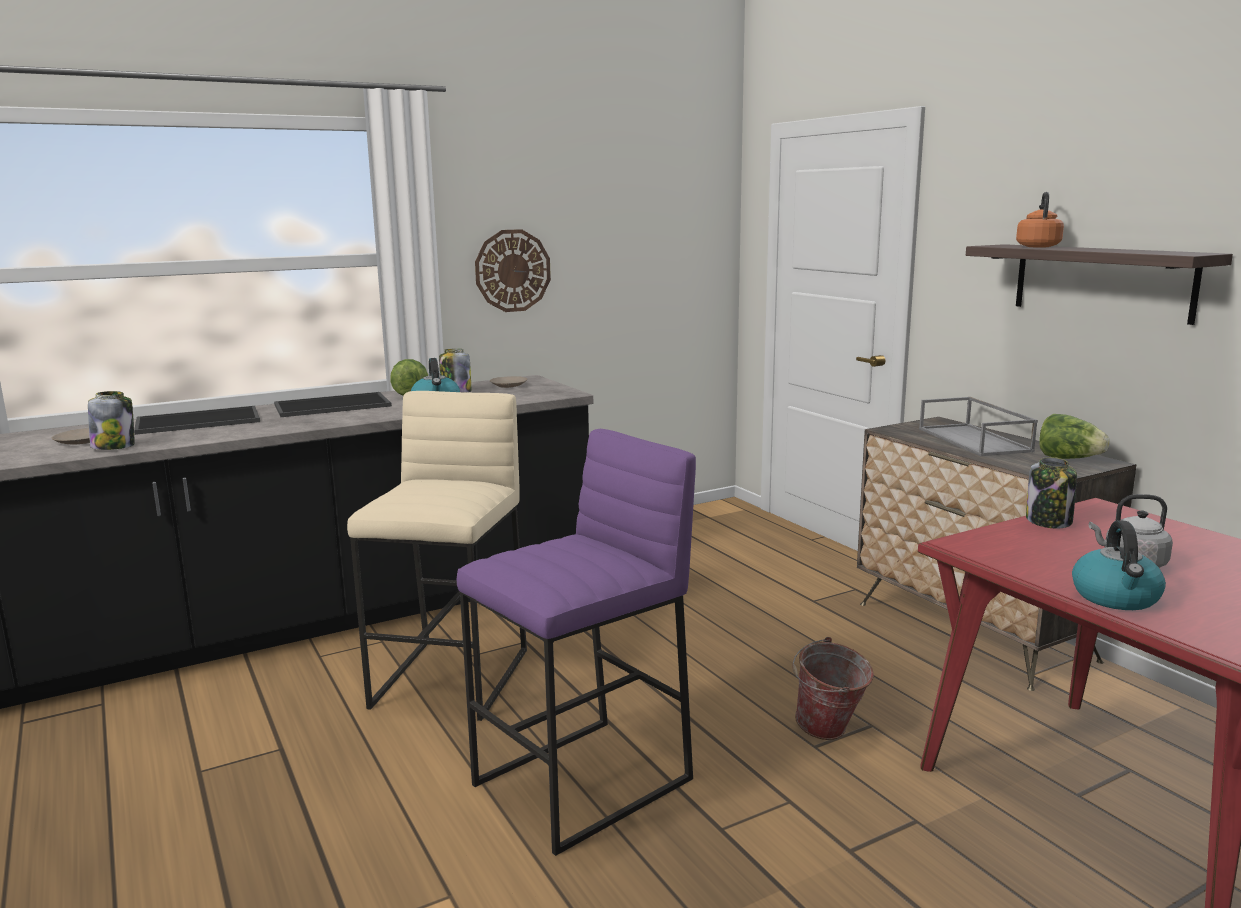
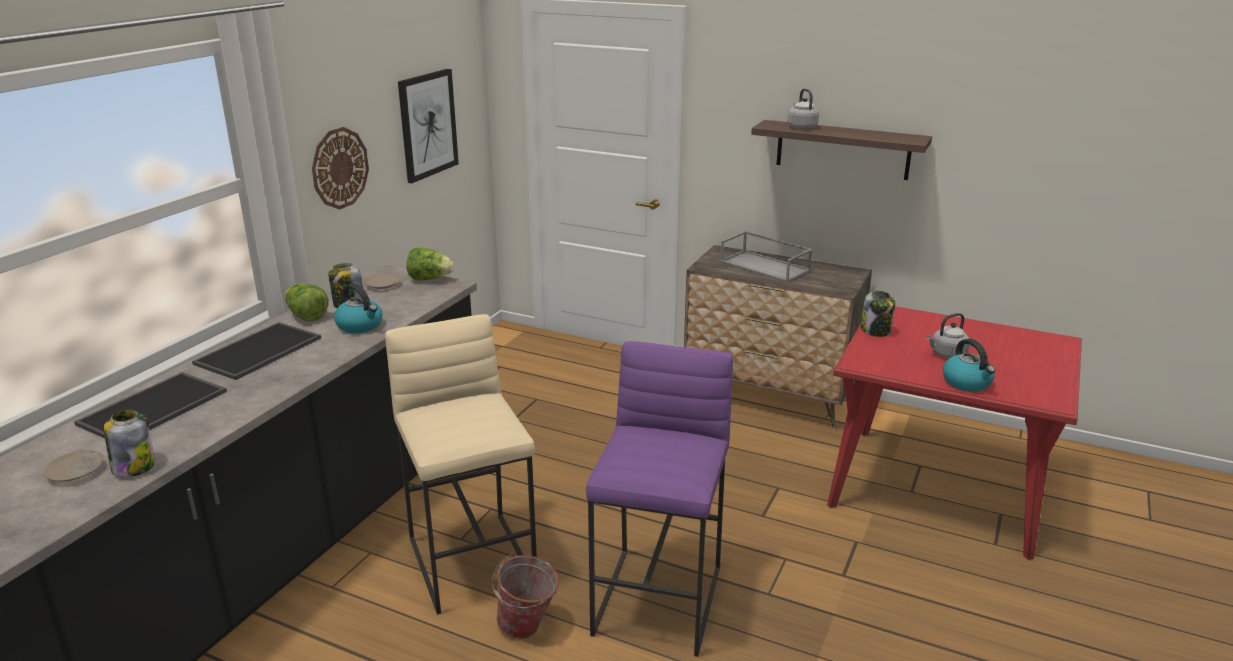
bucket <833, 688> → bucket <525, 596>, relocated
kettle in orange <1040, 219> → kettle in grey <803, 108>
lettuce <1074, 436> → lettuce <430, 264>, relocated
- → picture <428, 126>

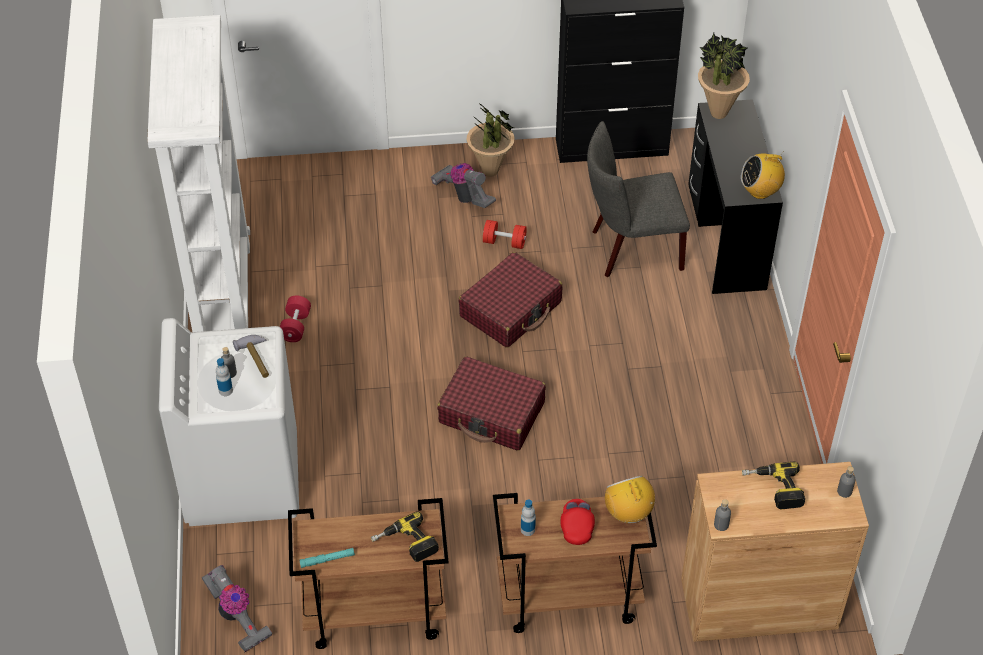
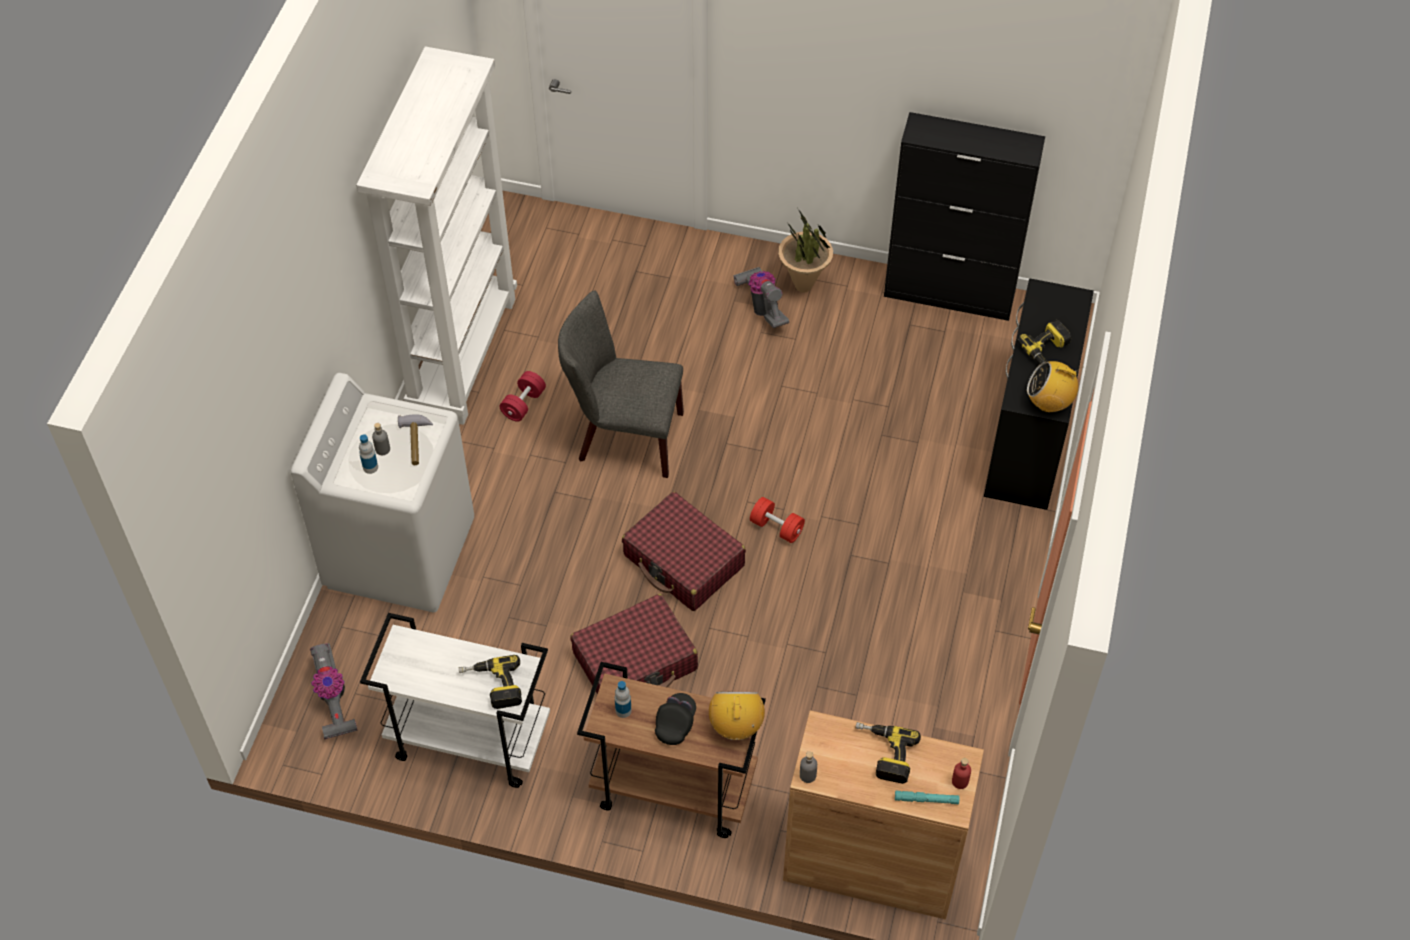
cart in brown <368, 573> → cart in white <455, 700>
flashlight in turquoise <327, 558> → flashlight in turquoise <927, 797>, relocated
suitcase in red <510, 299> → suitcase in red <634, 644>, relocated
dumbbell in red <505, 234> → dumbbell in red <777, 520>, relocated
cap in red <577, 522> → cap in black <675, 719>
chair in grey <638, 199> → chair in grey <621, 384>, relocated
potted plant <724, 76> → -
bottle in grey <846, 482> → bottle in red <961, 773>
- → power drill <1044, 342>

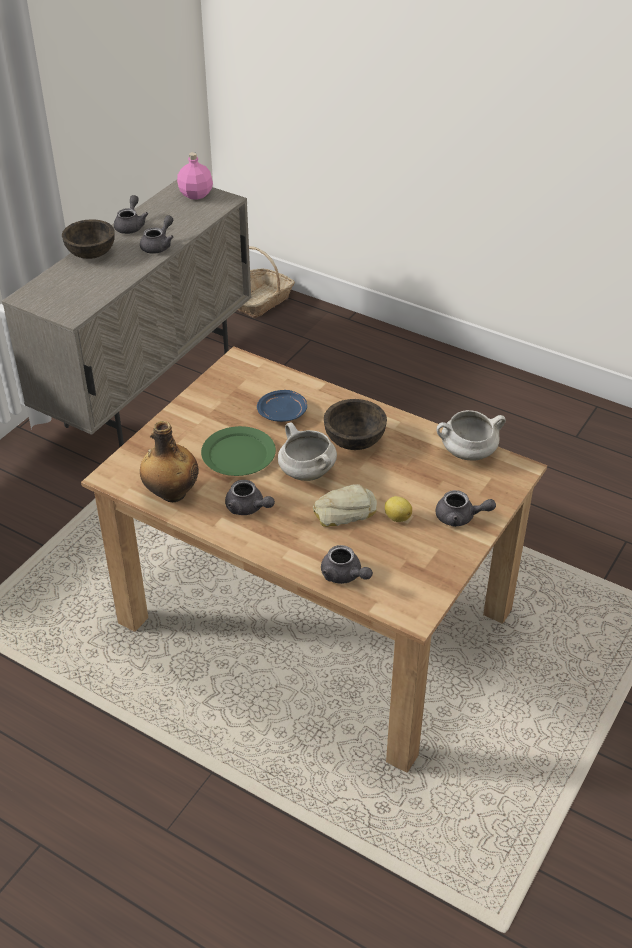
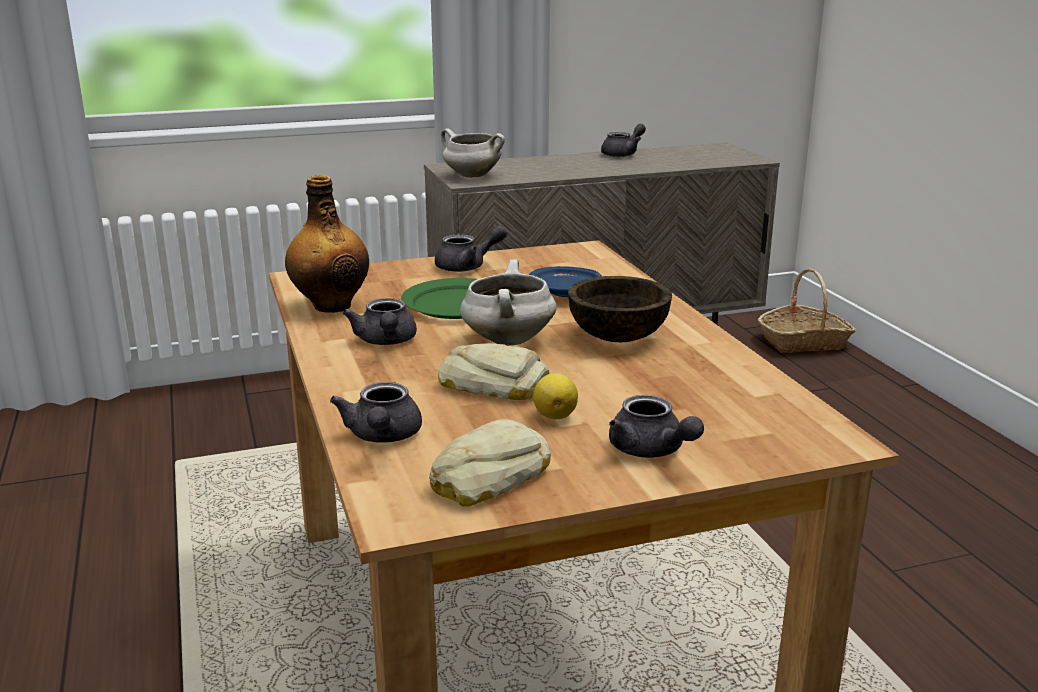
bowl in brown <88, 239> → -
teapot in grey <157, 234> → teapot in grey <471, 248>, relocated
bottle in pink <195, 176> → -
cooking pot in white <471, 435> → cooking pot in white <473, 153>, relocated
- → bread <490, 463>

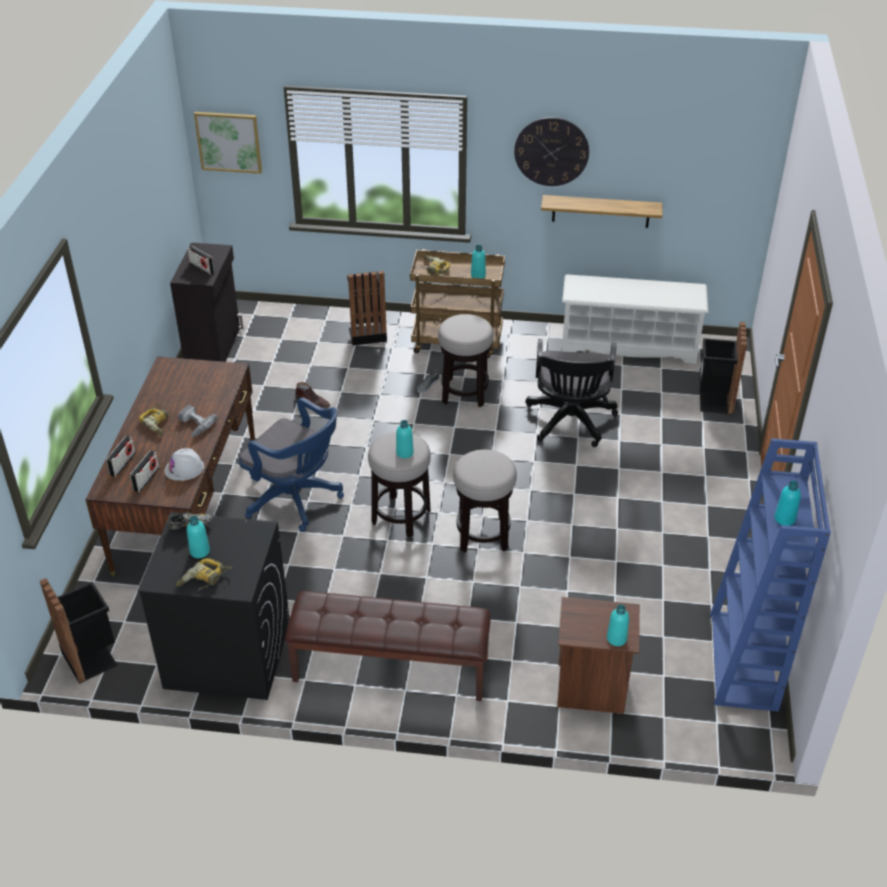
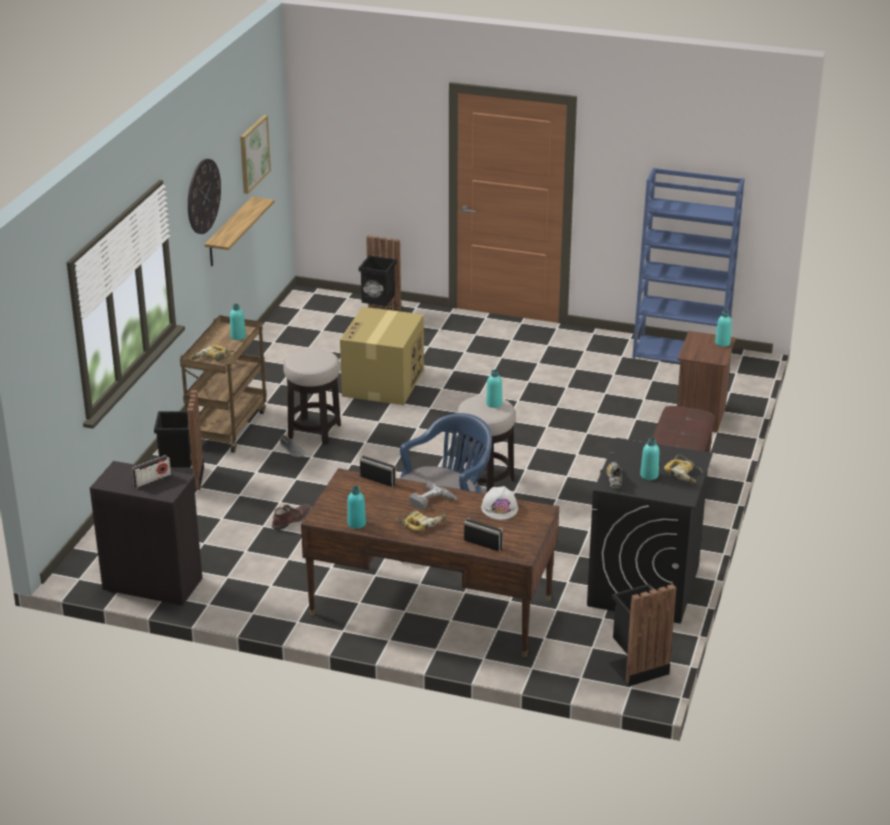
radio <145, 471> → radio <378, 471>, relocated
picture <228, 143> → picture <255, 154>, relocated
stool <485, 500> → -
office chair in black <571, 393> → cardboard box <382, 356>
shoe rack in white <635, 319> → -
bottle in turquoise <788, 503> → bottle in turquoise <356, 507>, relocated

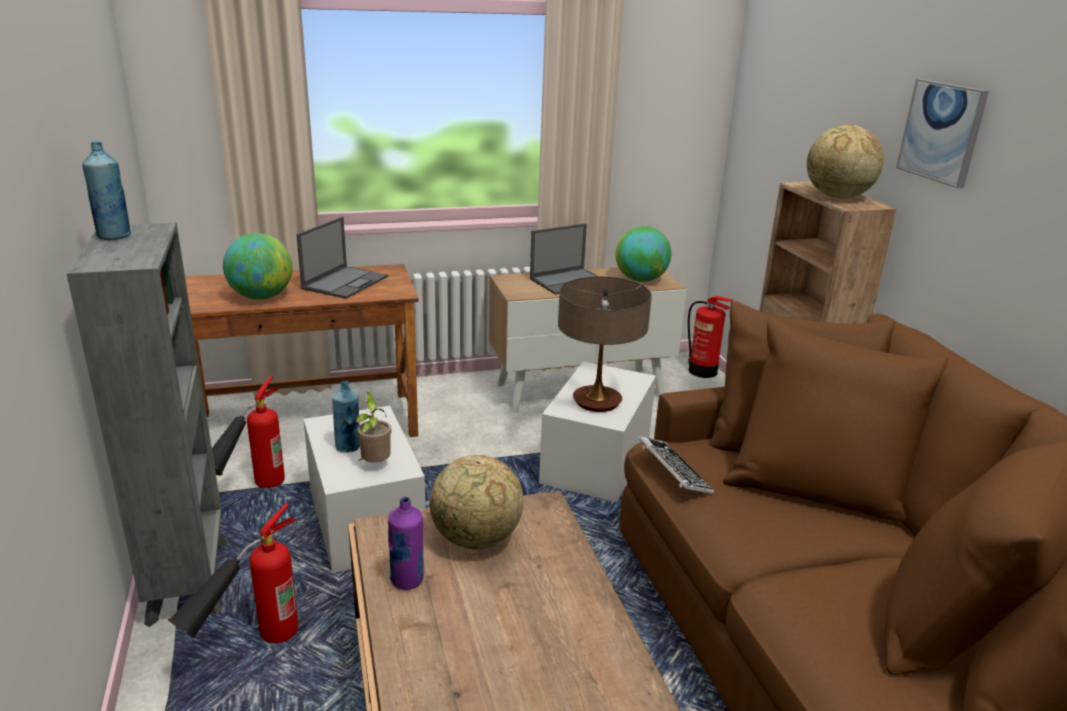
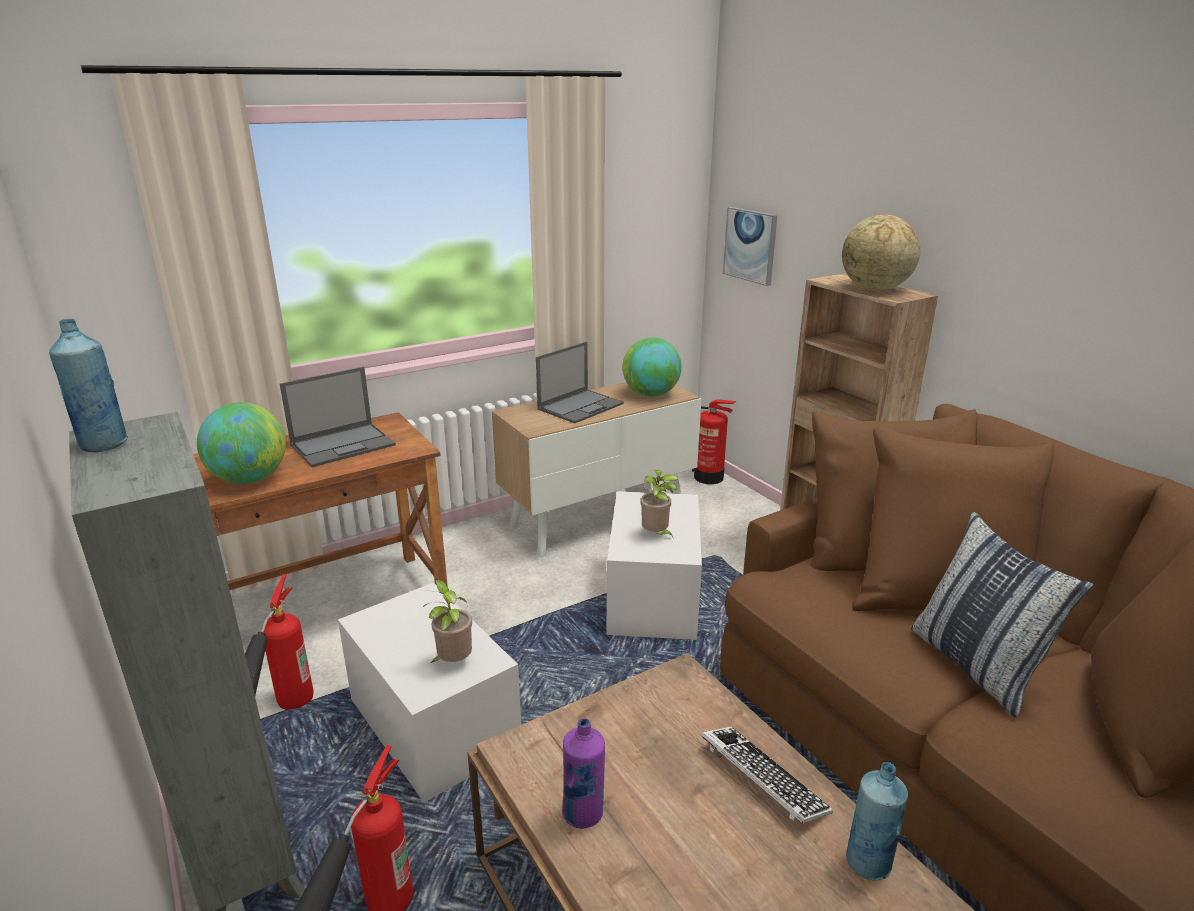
laptop <342, 258> → laptop <338, 417>, 45 degrees clockwise
bottle in blue <346, 417> → bottle in blue <877, 821>, relocated
globe <476, 502> → -
table lamp <605, 344> → potted plant <659, 503>
keyboard <676, 465> → keyboard <767, 775>, relocated
picture <942, 133> → picture <750, 246>, relocated
- → pillow <1002, 614>

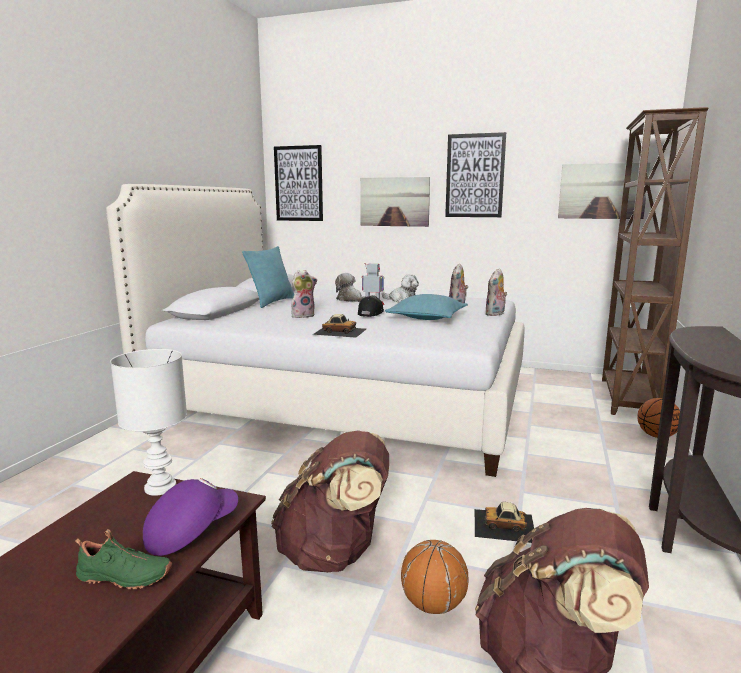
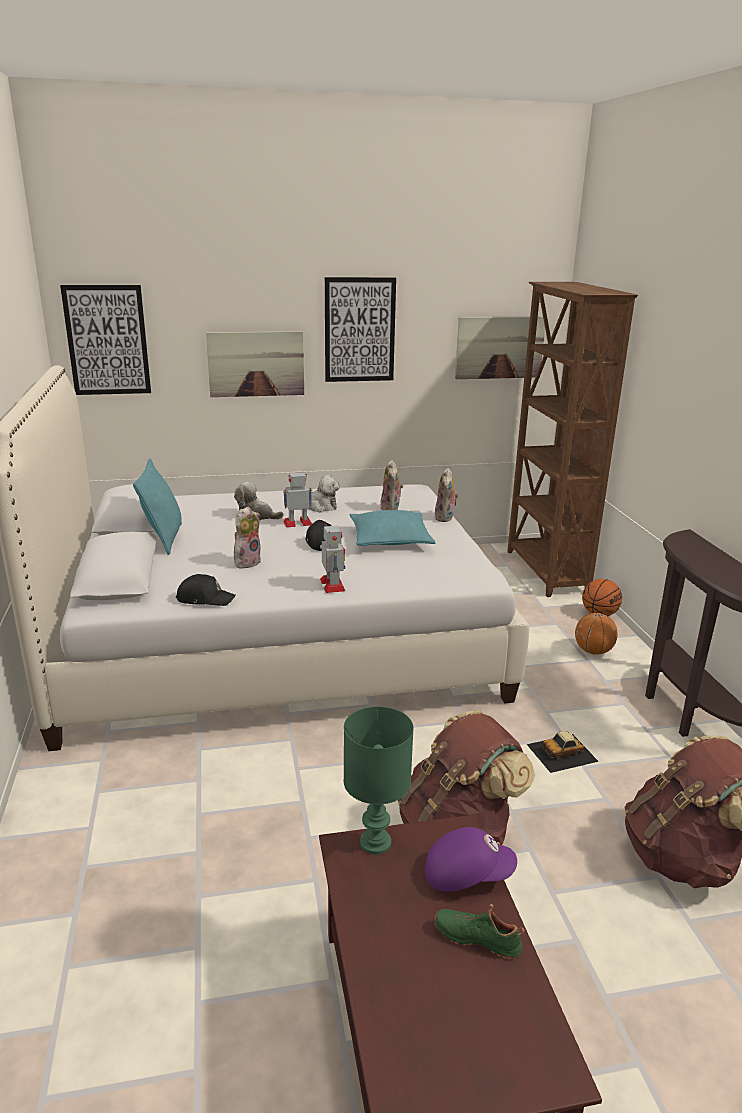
shoe in green <124, 559> → shoe in green <479, 931>, 135 degrees counterclockwise
table lamp in white <148, 422> → table lamp in green <379, 780>
cap in purple <190, 517> → cap in purple <471, 859>, 75 degrees clockwise
toy car <339, 325> → toy robot <332, 558>
basketball <434, 577> → basketball <596, 634>, relocated
- → cap in black <206, 590>

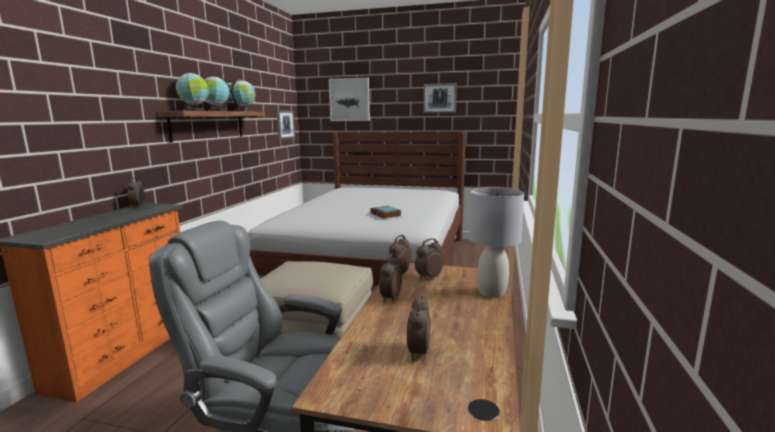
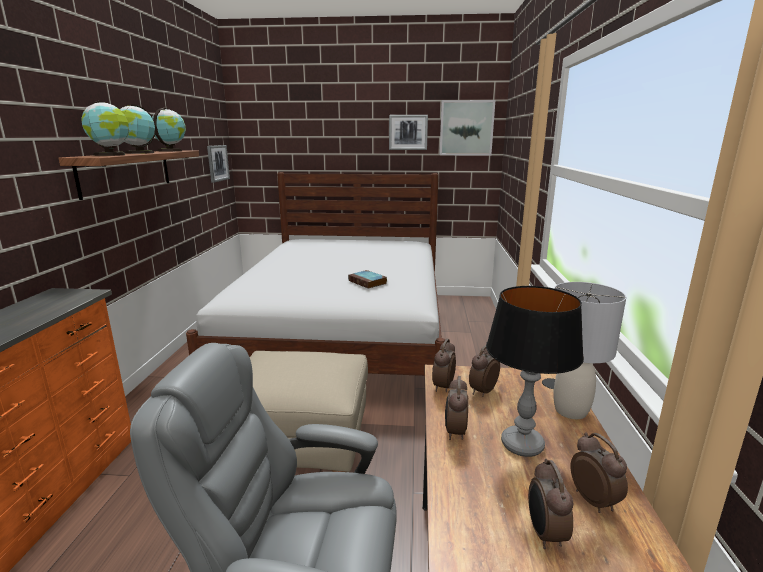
alarm clock <136, 193> → alarm clock <599, 472>, relocated
picture <349, 99> → picture <467, 128>, relocated
- → table lamp <535, 371>

